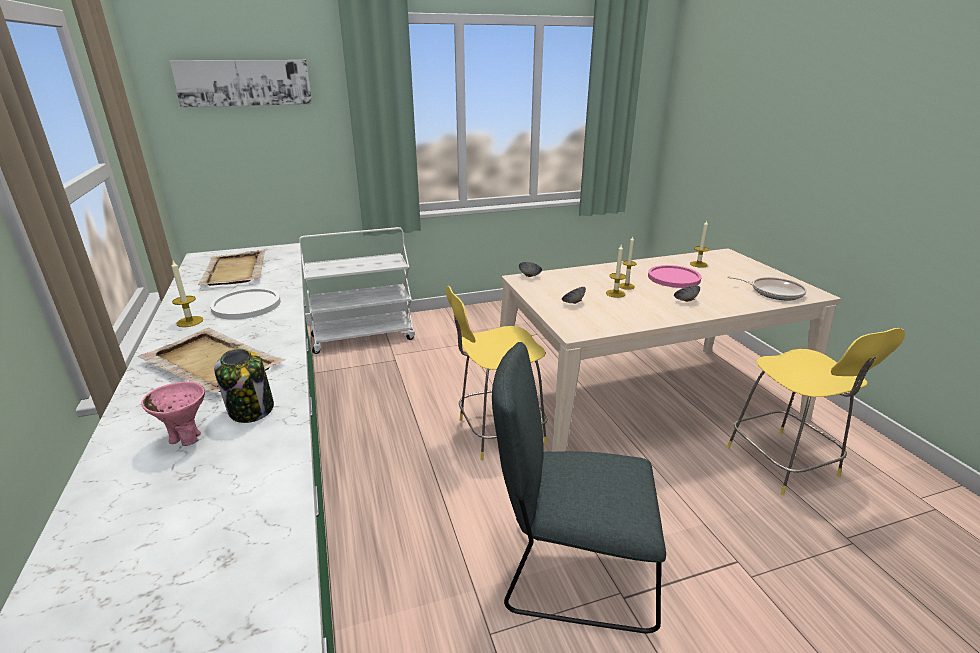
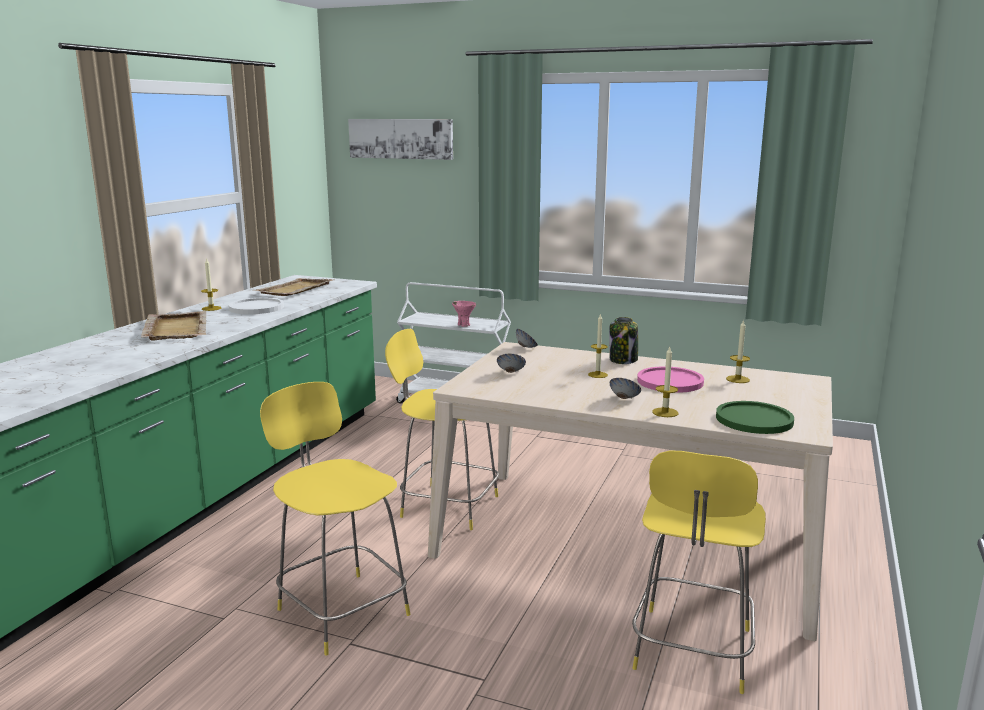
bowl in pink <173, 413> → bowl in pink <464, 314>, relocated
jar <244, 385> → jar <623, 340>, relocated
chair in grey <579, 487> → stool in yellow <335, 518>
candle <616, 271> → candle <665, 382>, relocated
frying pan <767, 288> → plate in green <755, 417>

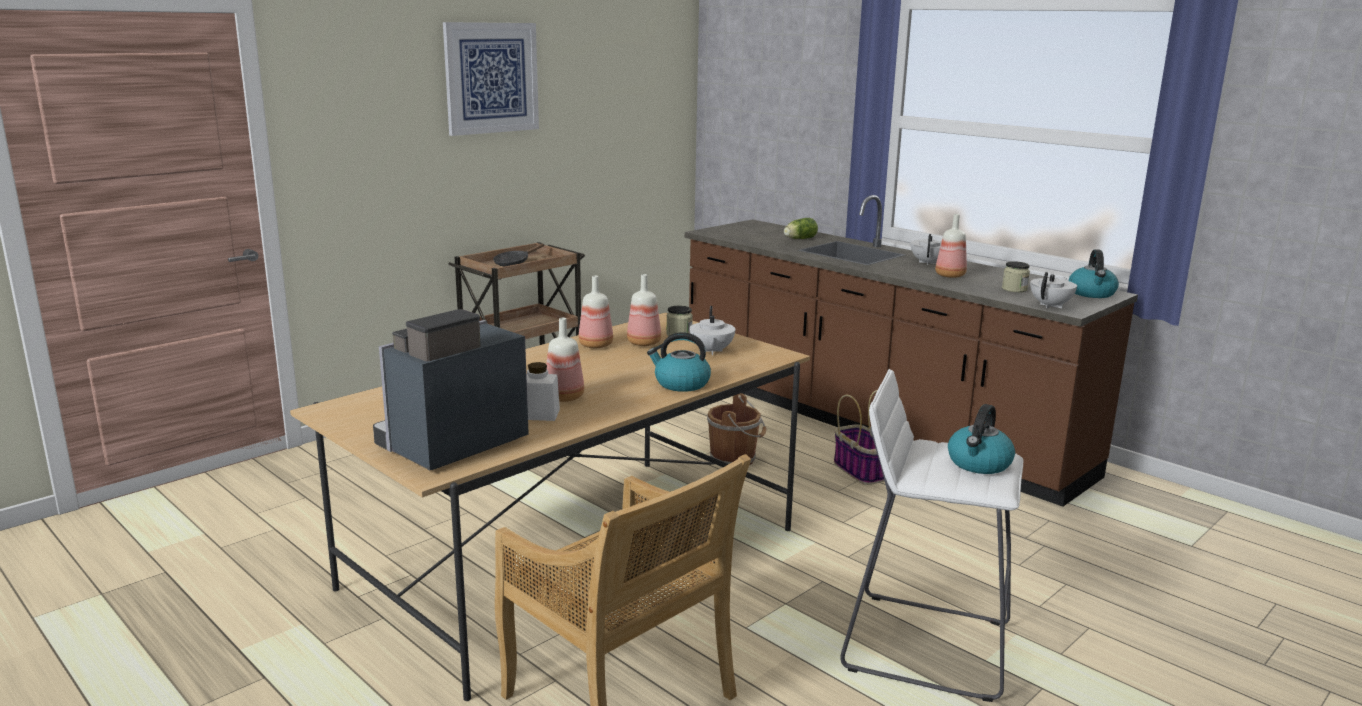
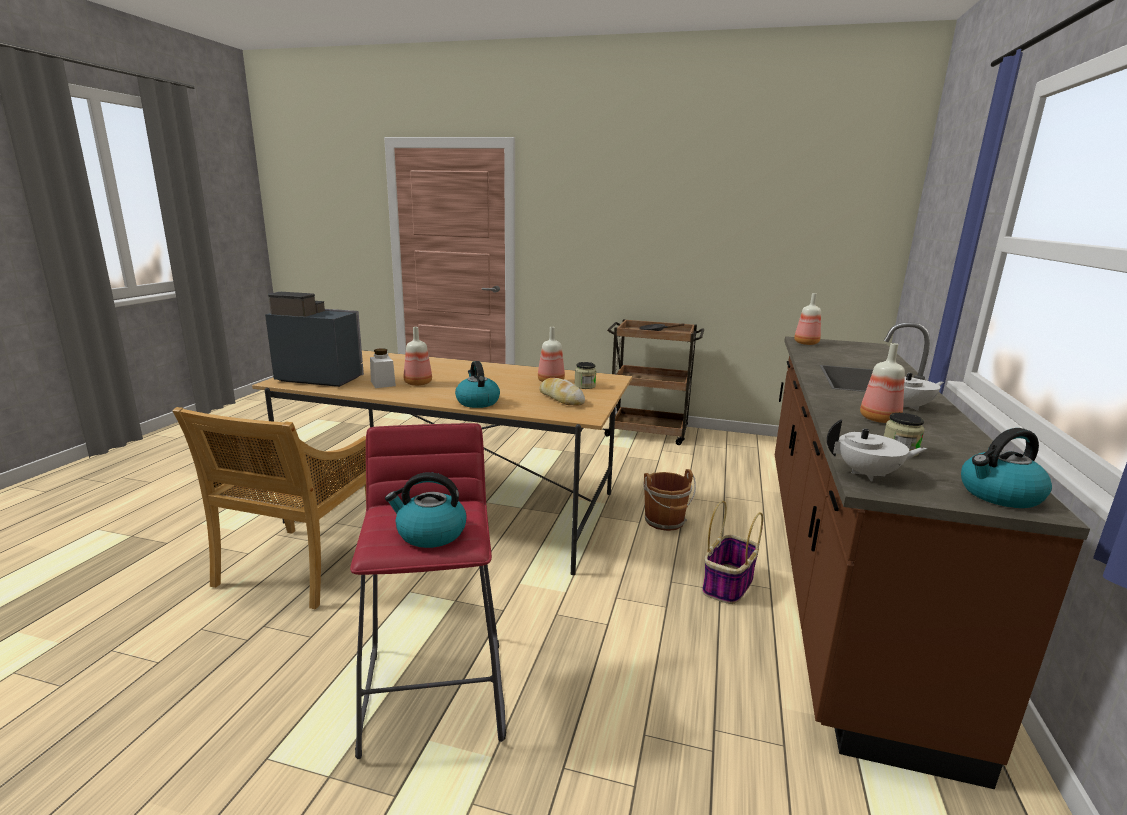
picture <491, 79> → -
bottle <595, 312> → bottle <807, 319>, relocated
teapot in white <712, 330> → bread <562, 392>
lettuce <801, 228> → -
stool in white <932, 535> → stool in red <428, 591>

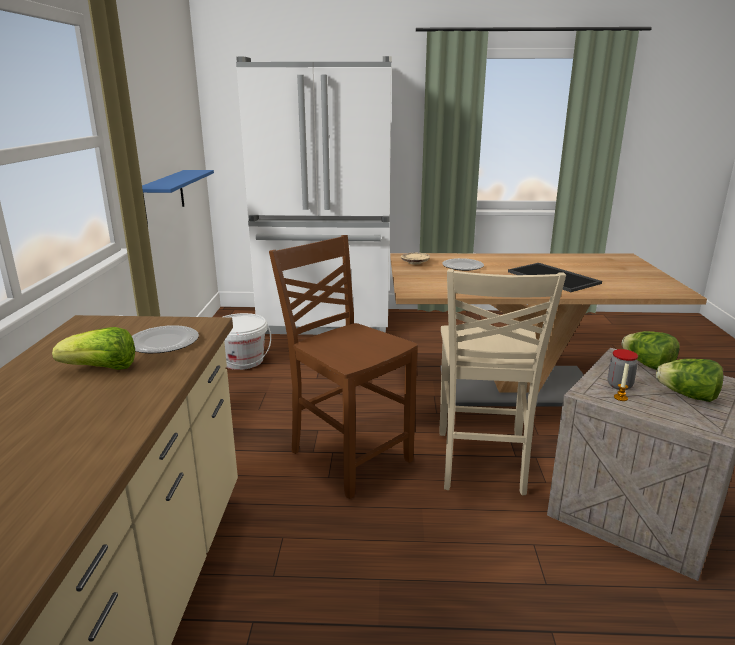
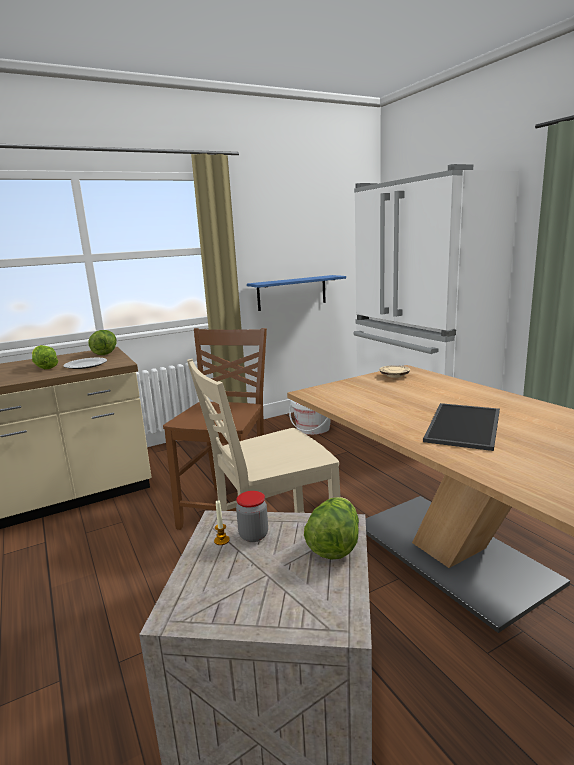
plate <463, 264> → -
lettuce <690, 380> → lettuce <102, 342>, relocated

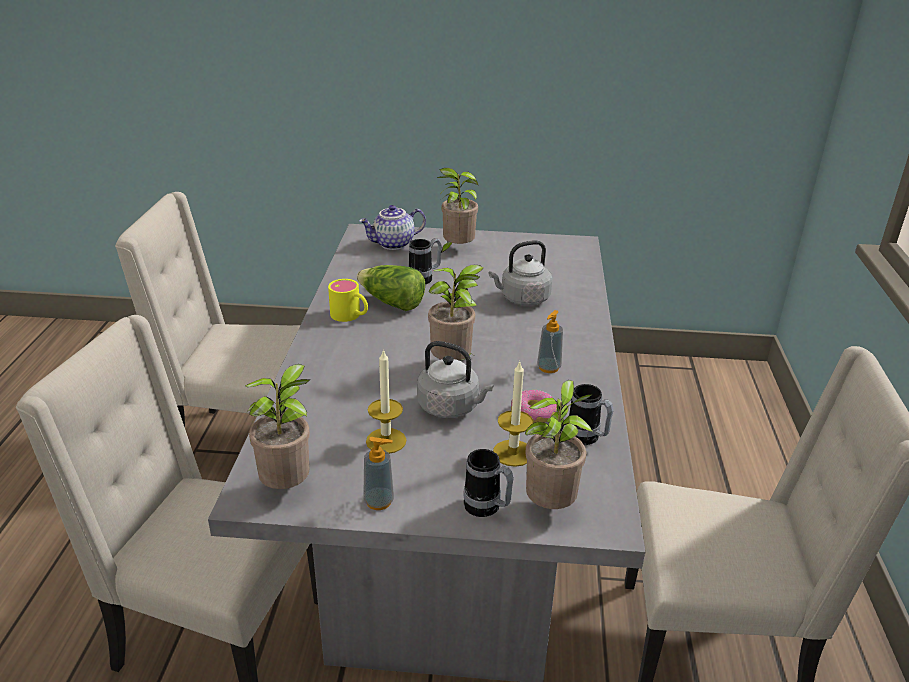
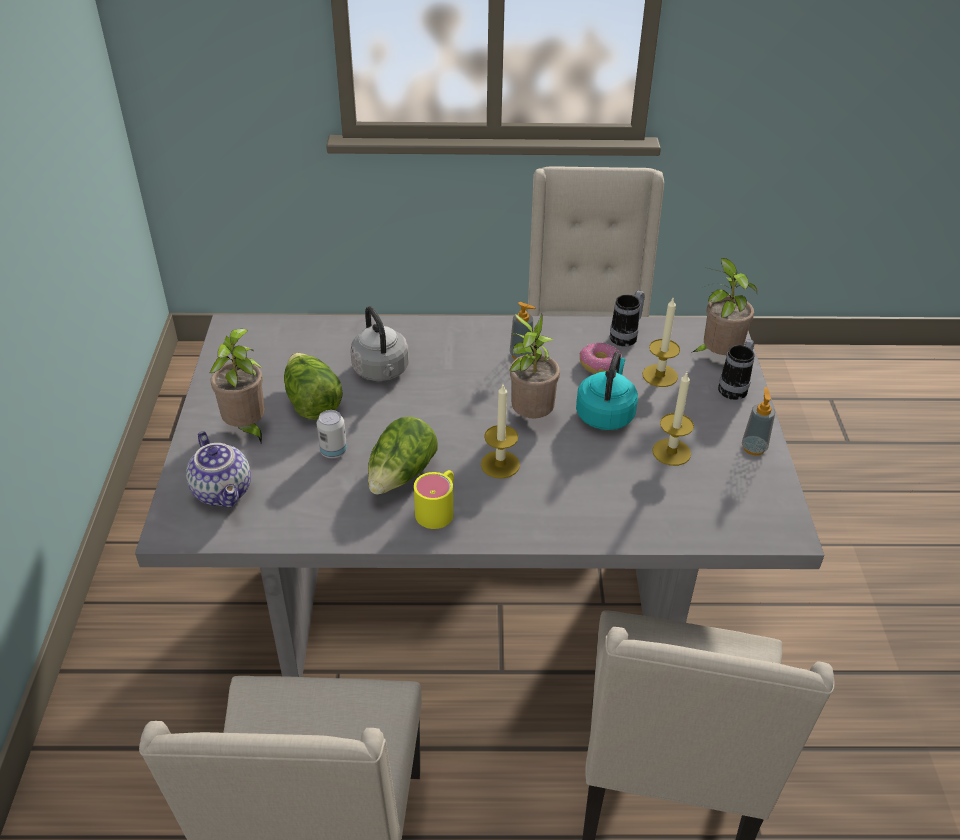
potted plant <277, 426> → -
mug <424, 261> → can <332, 434>
kettle in grey <455, 379> → kettle in turquoise <607, 391>
- → lettuce <313, 386>
- → candle <500, 432>

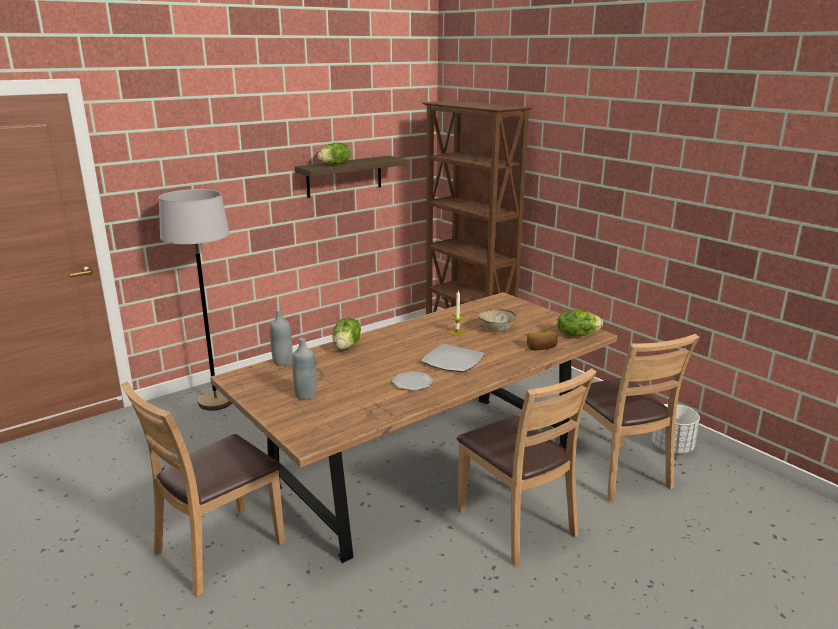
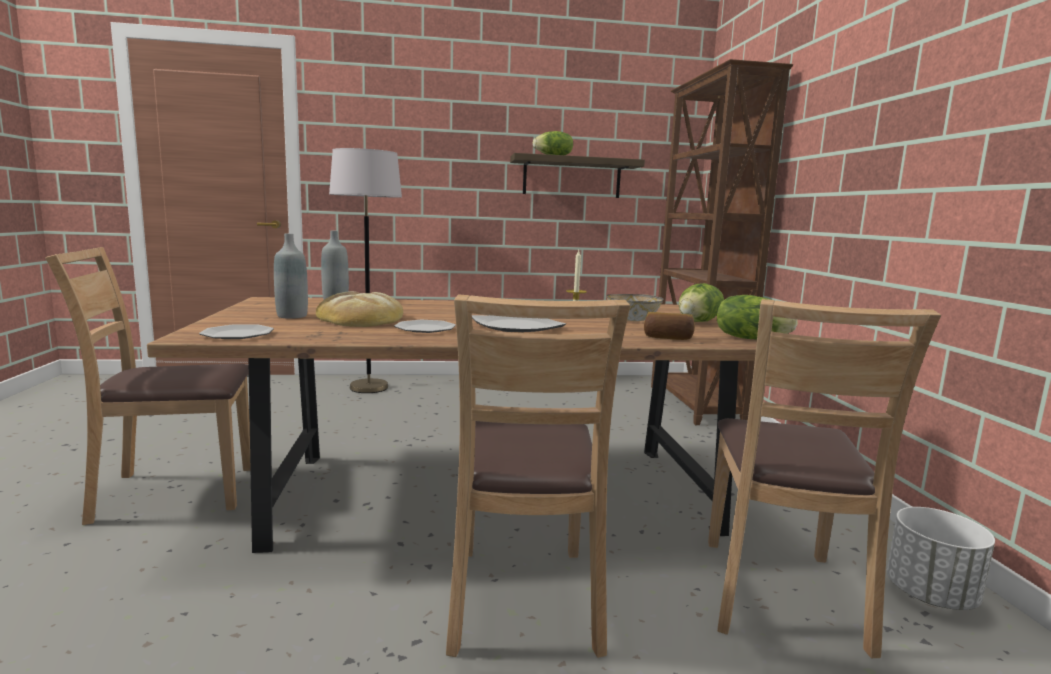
lettuce <347, 334> → lettuce <701, 302>, relocated
- → plate <236, 331>
- → bread <359, 309>

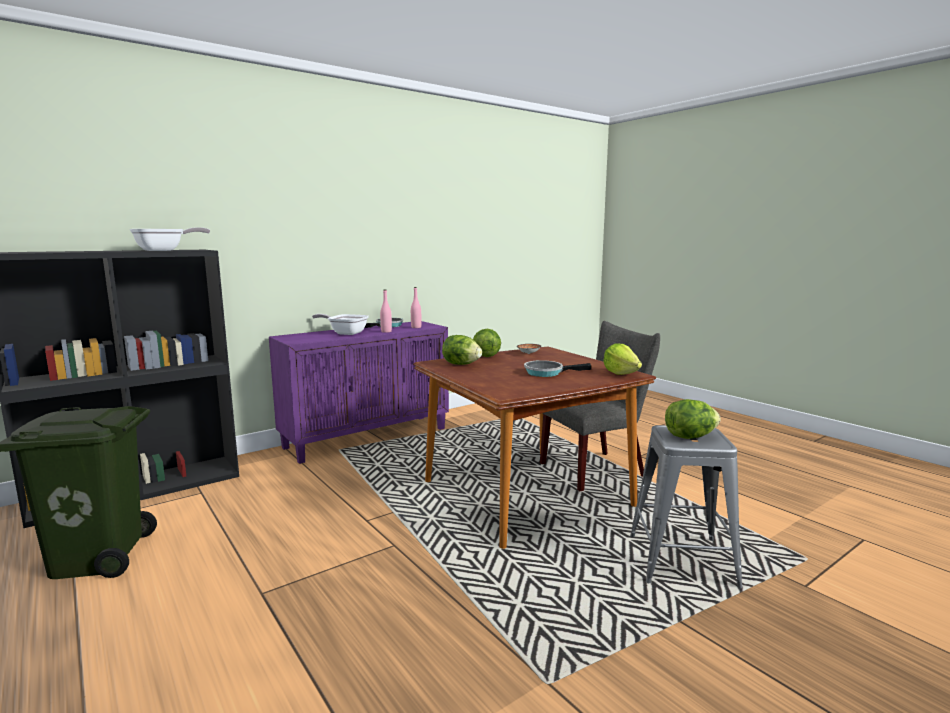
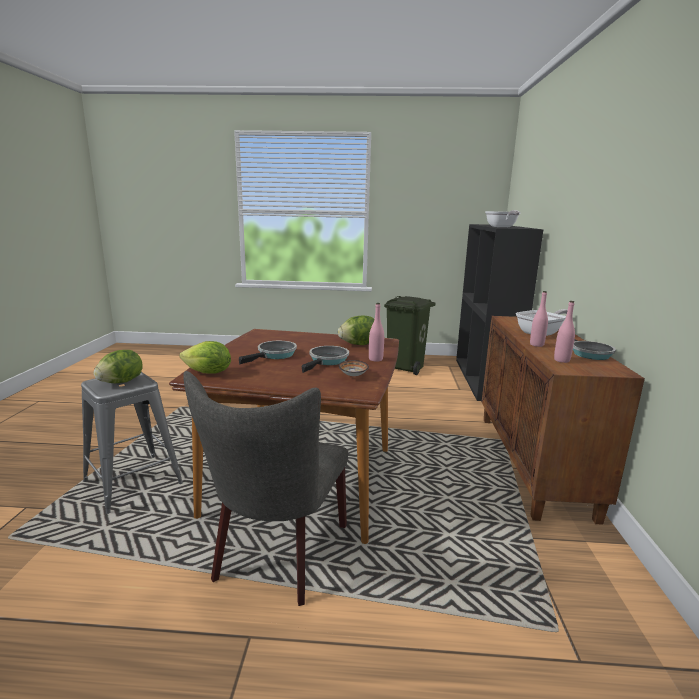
cabinet in purple <359, 392> → cabinet in brown <563, 420>
lettuce <487, 343> → bottle in pink <376, 332>
- → frying pan <325, 359>

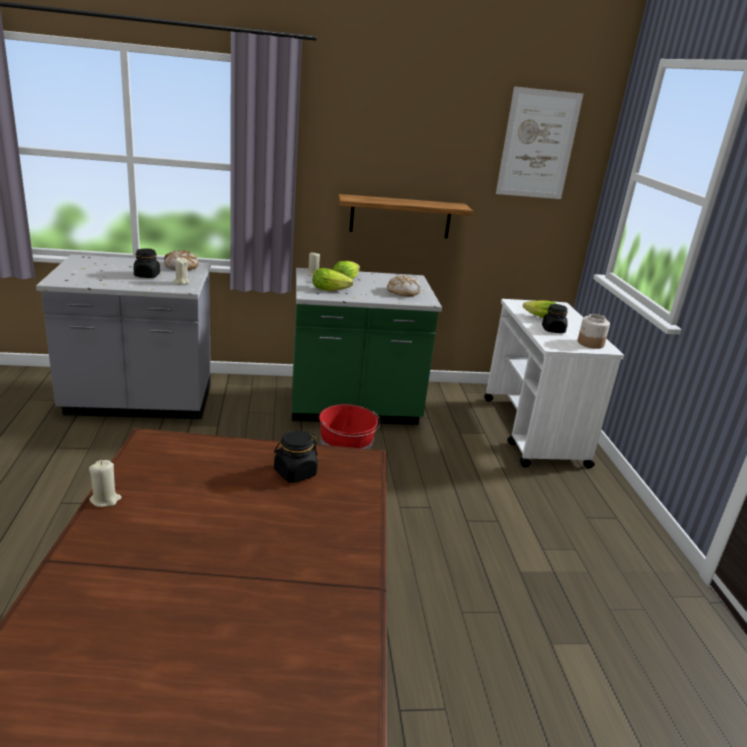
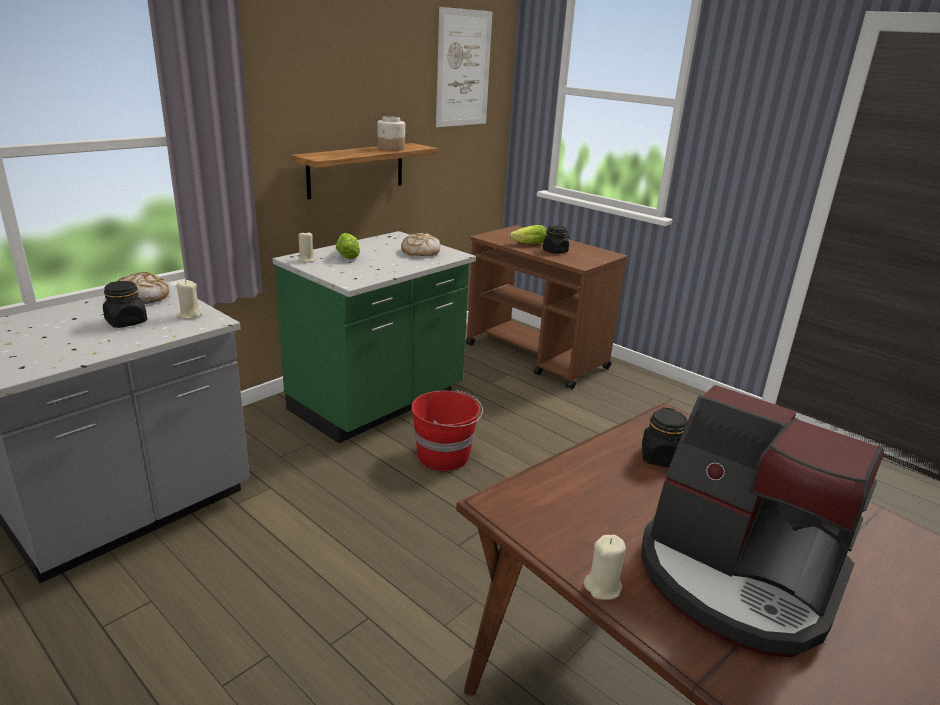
lettuce <333, 279> → -
cart in white <554, 383> → cart in brown <547, 307>
jar <594, 331> → jar <391, 133>, relocated
- → coffee machine <762, 521>

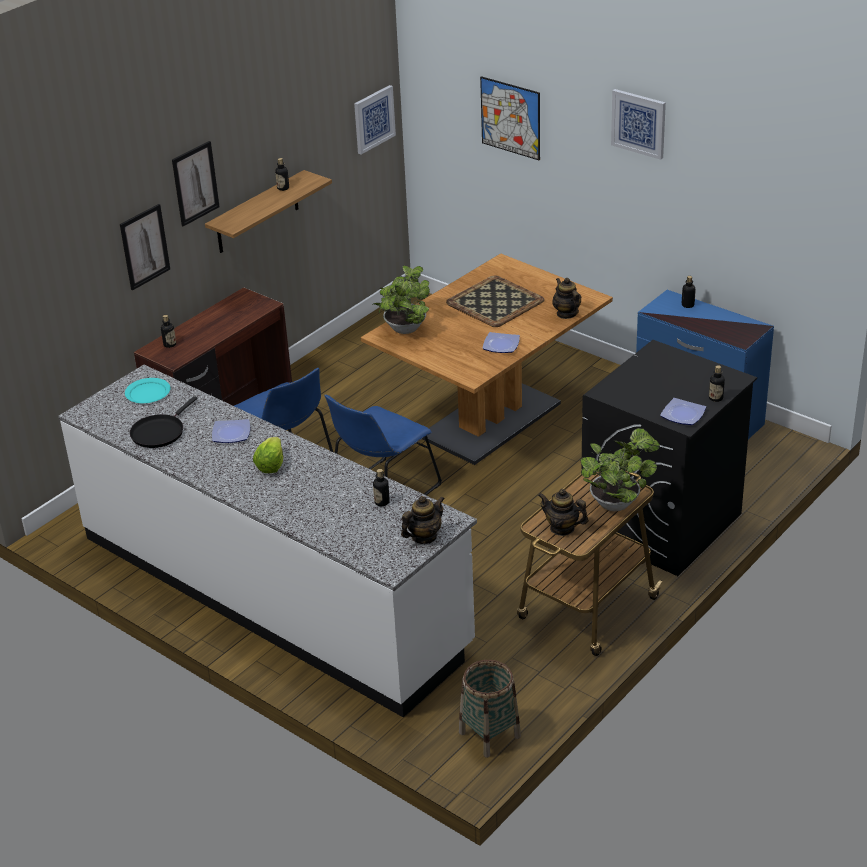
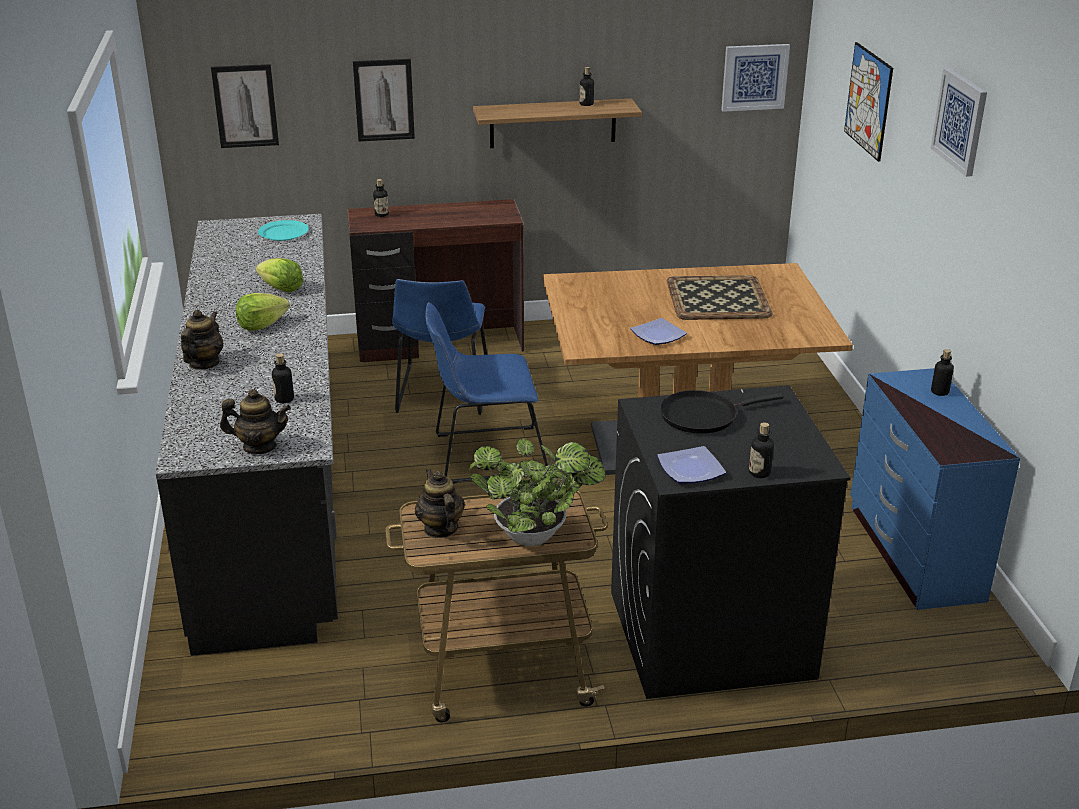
counter in white <267, 541> → counter in black <247, 435>
frying pan in black <163, 422> → frying pan in black <721, 412>, relocated
picture <196, 183> → picture <245, 106>, relocated
plate <231, 431> → lettuce <279, 275>
potted plant <401, 300> → -
basket <490, 709> → -
teapot <566, 298> → teapot <202, 340>, relocated

